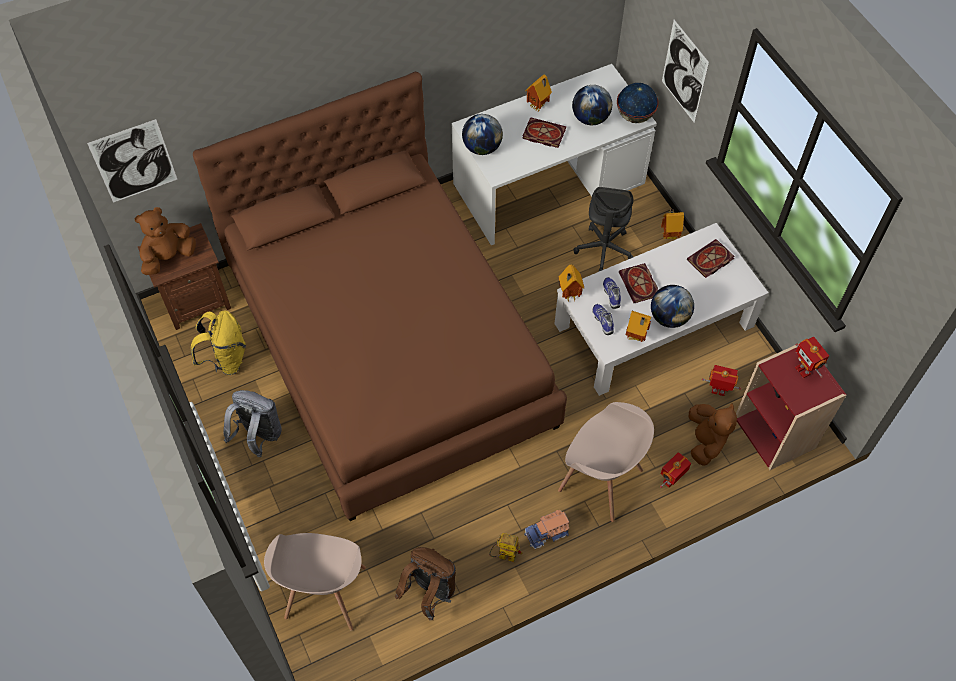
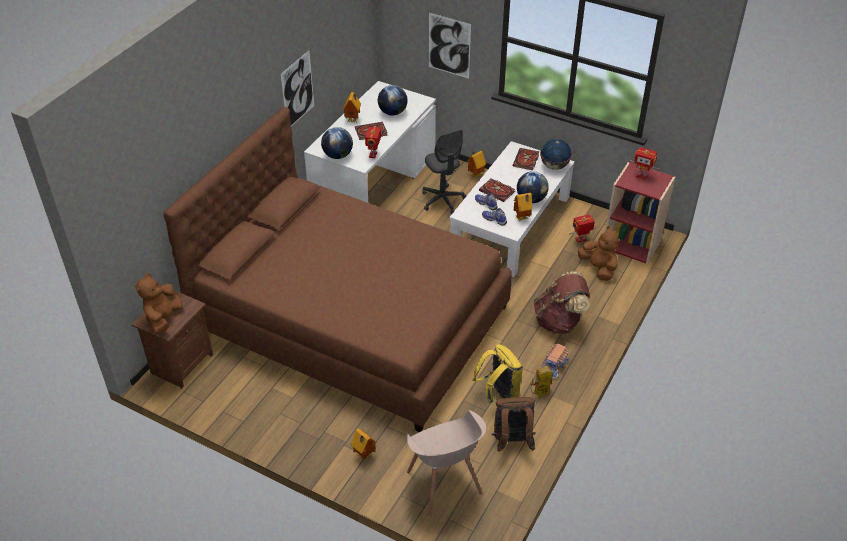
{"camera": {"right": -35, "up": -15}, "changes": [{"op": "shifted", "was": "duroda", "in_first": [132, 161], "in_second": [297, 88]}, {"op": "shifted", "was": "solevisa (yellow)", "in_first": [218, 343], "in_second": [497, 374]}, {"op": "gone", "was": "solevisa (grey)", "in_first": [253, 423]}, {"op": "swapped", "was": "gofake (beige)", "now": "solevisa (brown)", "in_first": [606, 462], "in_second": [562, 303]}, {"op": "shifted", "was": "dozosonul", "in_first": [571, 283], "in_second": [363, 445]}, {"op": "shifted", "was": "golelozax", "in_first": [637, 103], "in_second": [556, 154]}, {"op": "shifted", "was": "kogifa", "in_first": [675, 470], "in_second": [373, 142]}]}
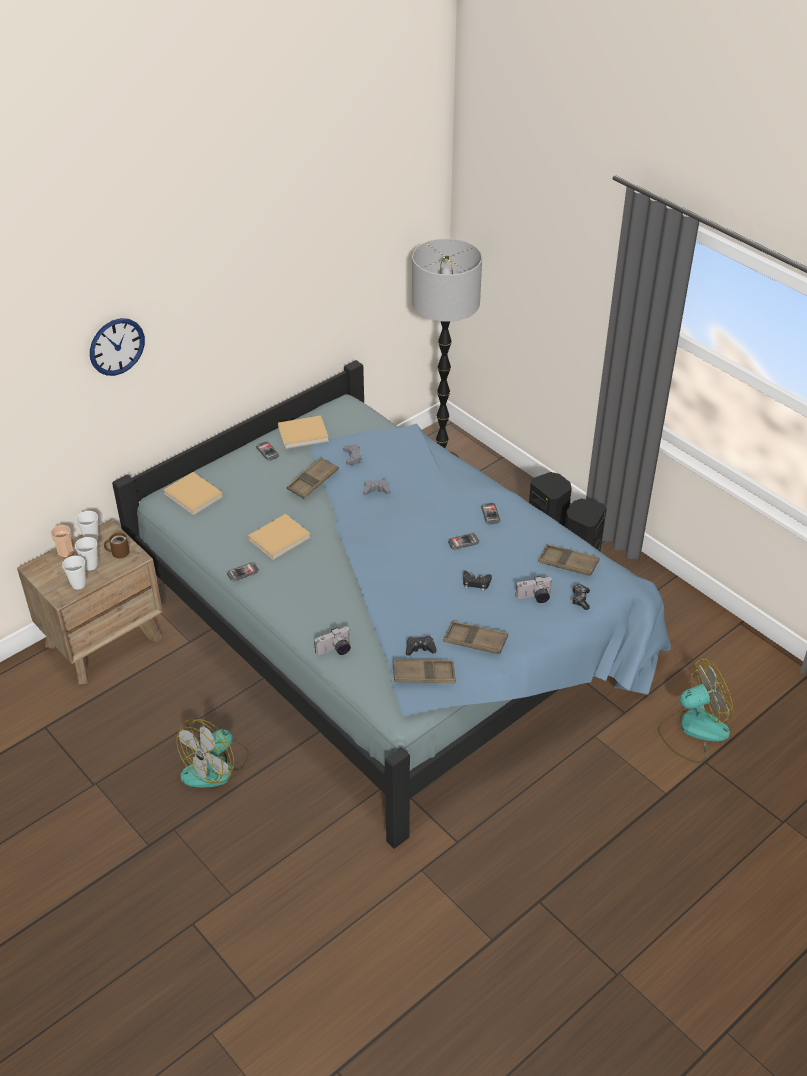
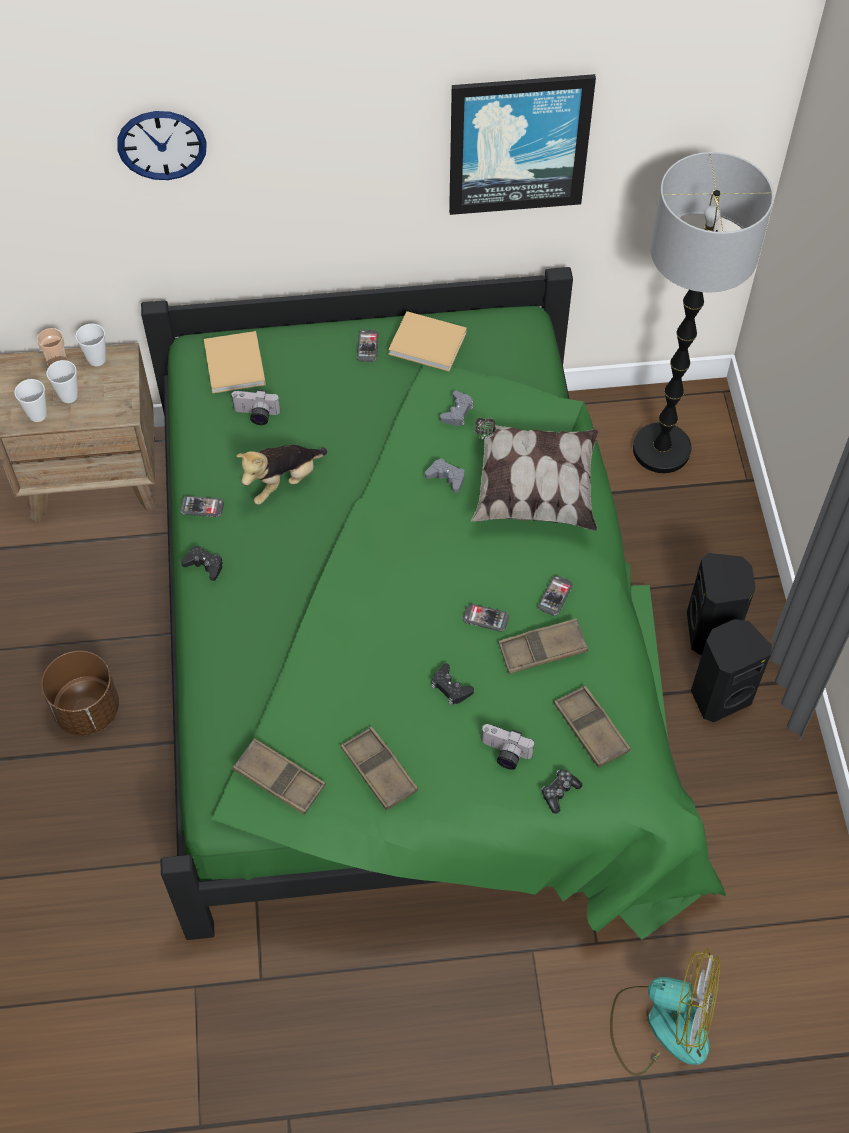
{"camera": {"right": 35, "up": 15}, "changes": [{"op": "gone", "was": "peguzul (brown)", "in_first": [117, 545]}, {"op": "repainted", "was": "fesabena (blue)", "now": "fesabena (green)", "in_first": [391, 604], "in_second": [433, 603]}, {"op": "swapped", "was": "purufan", "now": "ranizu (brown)", "in_first": [212, 753], "in_second": [80, 693]}, {"op": "swapped", "was": "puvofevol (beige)", "now": "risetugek", "in_first": [279, 537], "in_second": [281, 475]}, {"op": "shifted", "was": "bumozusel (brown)", "in_first": [313, 478], "in_second": [543, 646]}, {"op": "shifted", "was": "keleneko", "in_first": [332, 641], "in_second": [255, 407]}, {"op": "shifted", "was": "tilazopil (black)", "in_first": [421, 646], "in_second": [202, 563]}, {"op": "new", "now": "duroda", "in_second": [522, 144]}, {"op": "new", "now": "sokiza", "in_second": [535, 474]}]}
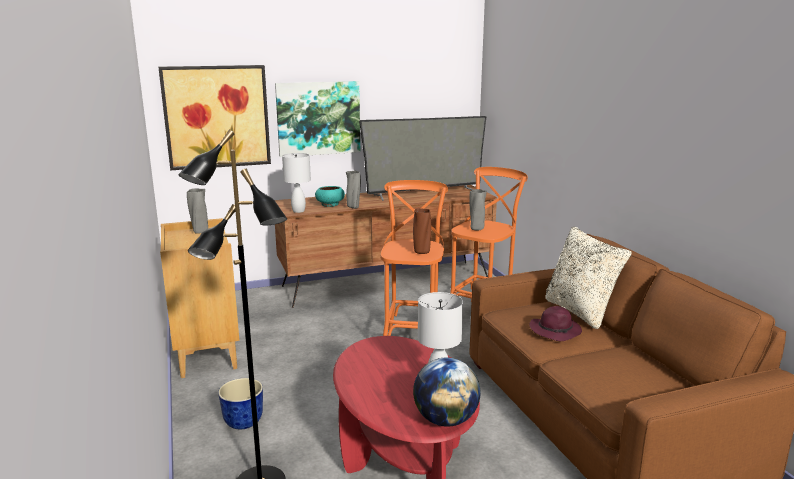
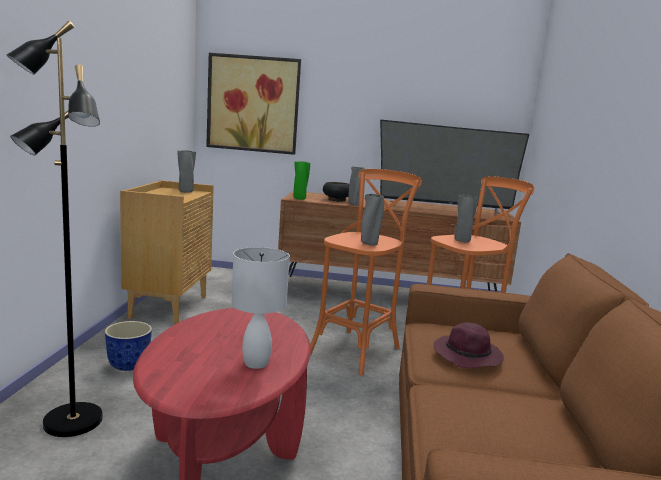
{"camera": {"right": 25, "up": -5}, "changes": [{"op": "gone", "was": "duroda", "in_first": [317, 119]}, {"op": "swapped", "was": "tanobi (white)", "now": "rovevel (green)", "in_first": [296, 183], "in_second": [301, 180]}, {"op": "repainted", "was": "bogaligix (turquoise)", "now": "bogaligix (black)", "in_first": [330, 196], "in_second": [336, 191]}, {"op": "repainted", "was": "rovevel (brown)", "now": "rovevel (grey)", "in_first": [422, 231], "in_second": [372, 220]}, {"op": "gone", "was": "golelozax", "in_first": [446, 392]}, {"op": "gone", "was": "sokiza (beige)", "in_first": [588, 277]}]}
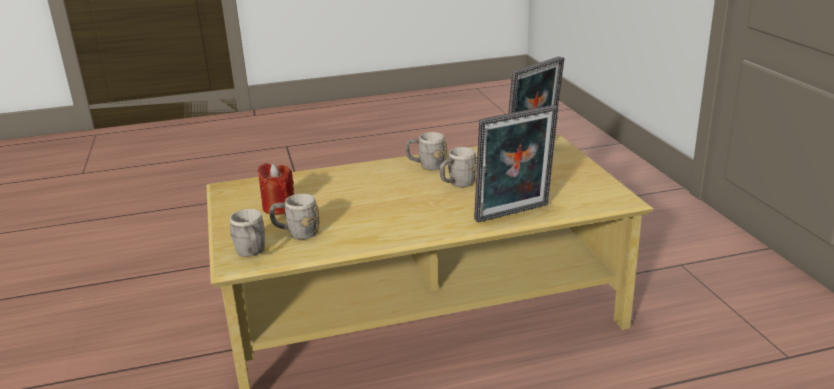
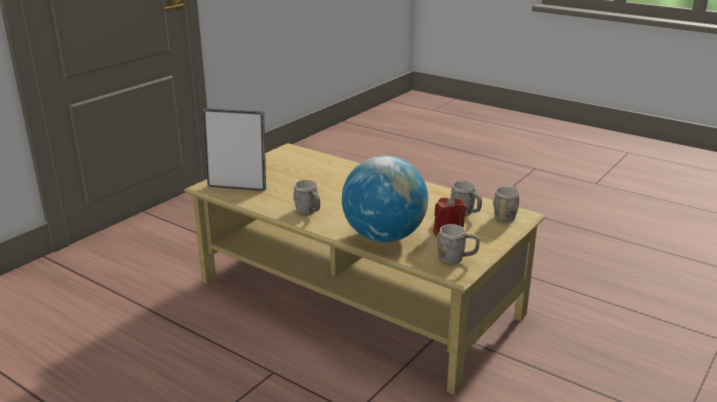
{"camera": {"right": -130, "up": 0}, "changes": [{"op": "shifted", "was": "peguzul (grey)", "in_first": [458, 167], "in_second": [458, 244]}, {"op": "gone", "was": "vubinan", "in_first": [516, 163]}, {"op": "new", "now": "golelozax", "in_second": [385, 198]}]}
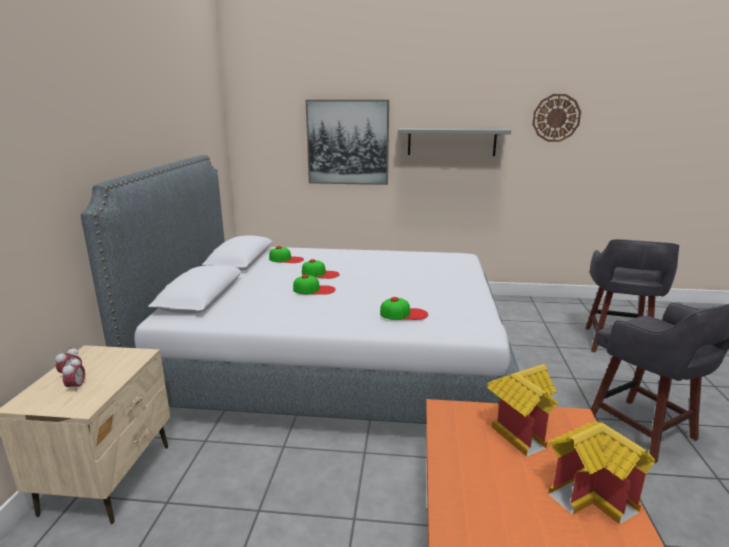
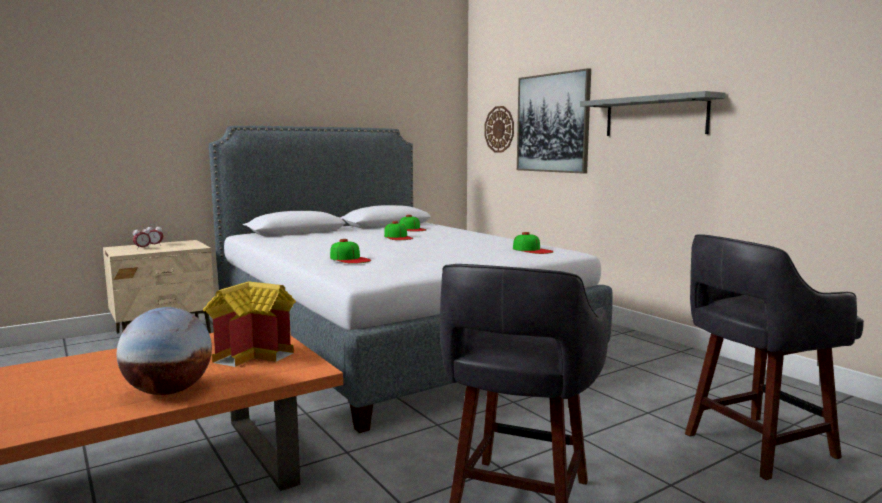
{"camera": {"right": 50, "up": -10}, "changes": [{"op": "shifted", "was": "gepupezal", "in_first": [314, 284], "in_second": [533, 243]}, {"op": "shifted", "was": "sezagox", "in_first": [556, 118], "in_second": [499, 129]}, {"op": "swapped", "was": "dozosonul", "now": "golelozax", "in_first": [601, 472], "in_second": [164, 351]}]}
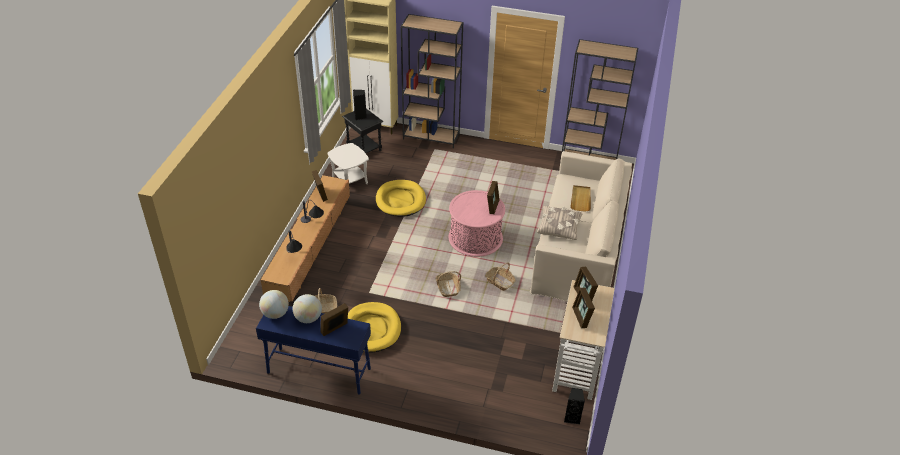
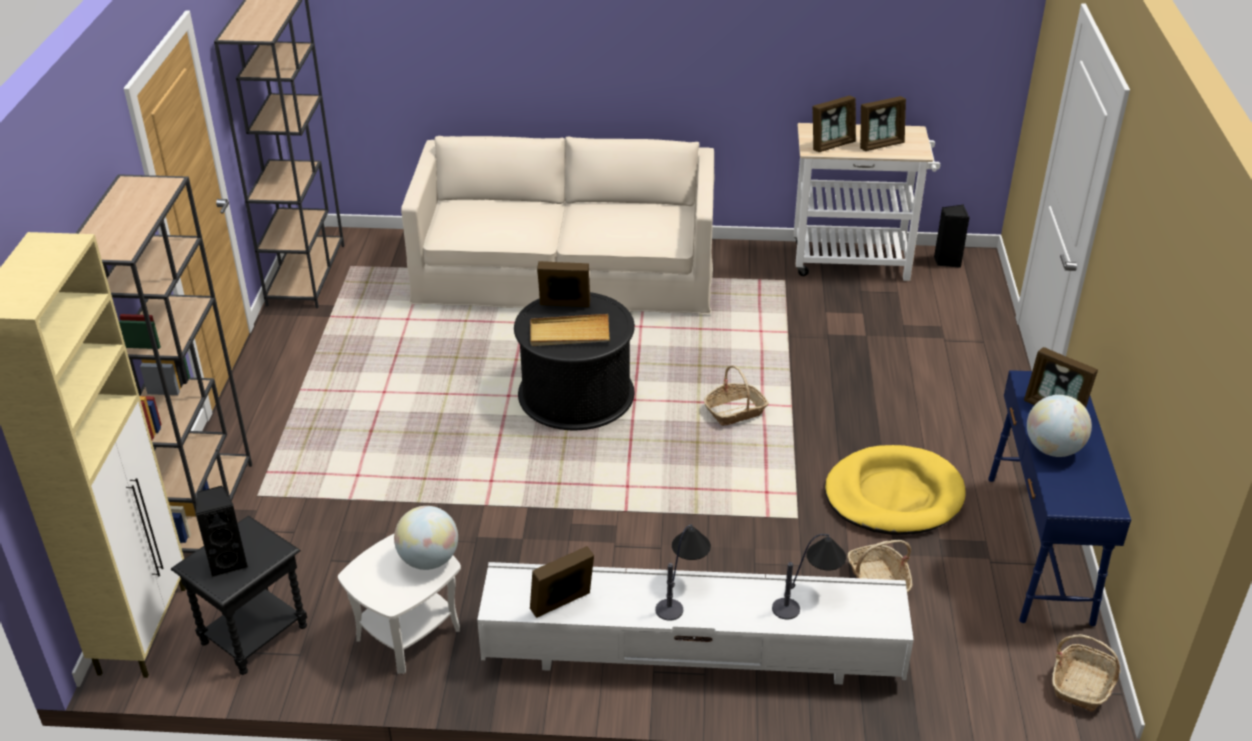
{"camera": {"right": -100, "up": -5}, "changes": [{"op": "shifted", "was": "golelozax", "in_first": [274, 304], "in_second": [426, 538]}, {"op": "repainted", "was": "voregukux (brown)", "now": "voregukux (white)", "in_first": [305, 238], "in_second": [695, 623]}, {"op": "gone", "was": "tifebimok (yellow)", "in_first": [401, 198]}, {"op": "repainted", "was": "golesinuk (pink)", "now": "golesinuk (black)", "in_first": [476, 223], "in_second": [574, 361]}, {"op": "shifted", "was": "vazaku", "in_first": [500, 276], "in_second": [1086, 673]}, {"op": "gone", "was": "sokiza (beige)", "in_first": [560, 223]}, {"op": "shifted", "was": "bumozusel (beige)", "in_first": [580, 198], "in_second": [570, 330]}]}
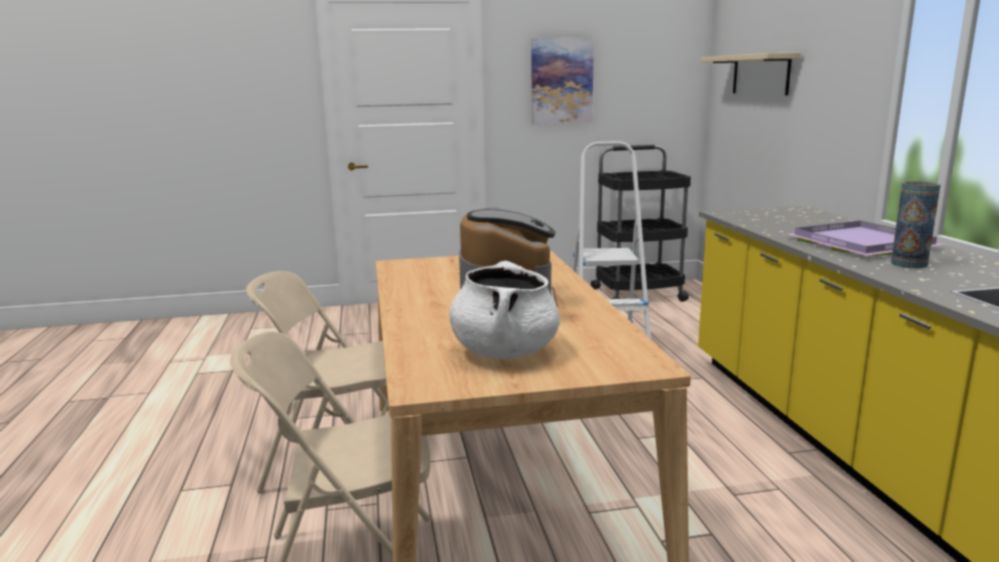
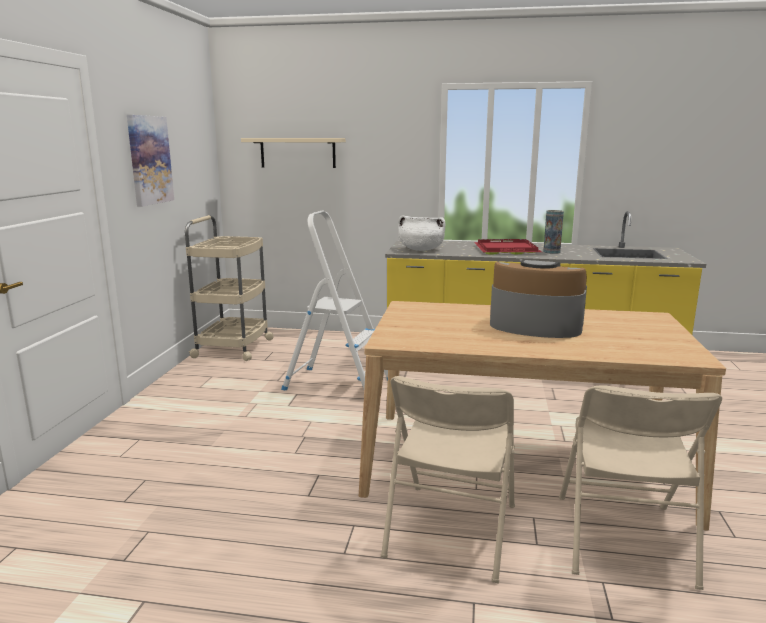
{"camera": {"right": -70, "up": 0}, "changes": [{"op": "shifted", "was": "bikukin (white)", "in_first": [504, 310], "in_second": [421, 233]}, {"op": "repainted", "was": "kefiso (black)", "now": "kefiso (beige)", "in_first": [641, 223], "in_second": [229, 288]}, {"op": "repainted", "was": "bumozusel (purple)", "now": "bumozusel (red)", "in_first": [866, 238], "in_second": [508, 247]}]}
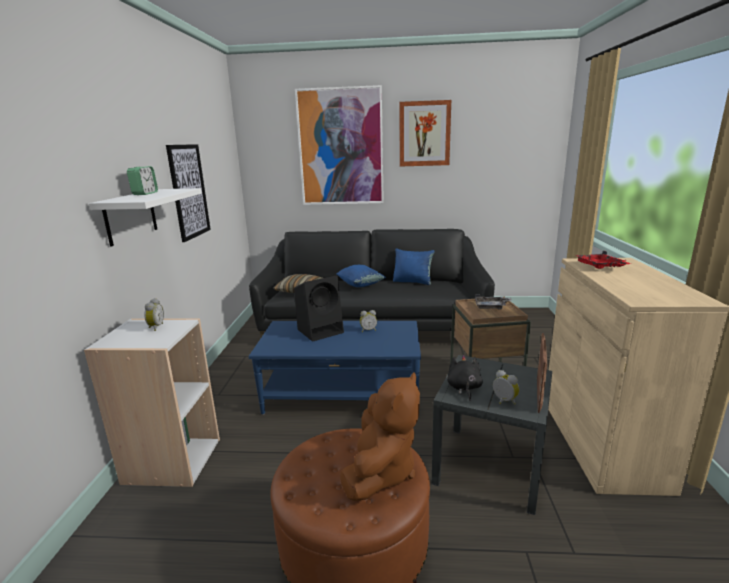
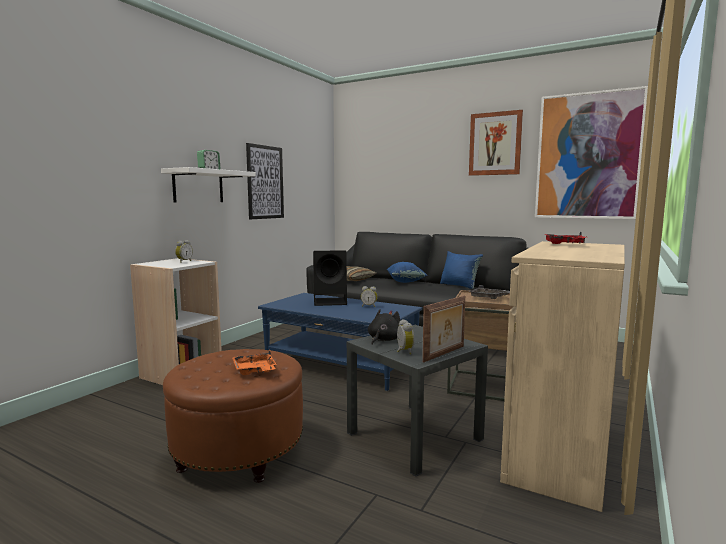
{"camera": {"right": 25, "up": -10}, "changes": [{"op": "shifted", "was": "duroda", "in_first": [339, 145], "in_second": [591, 152]}, {"op": "swapped", "was": "risetugek (brown)", "now": "bumozusel (orange)", "in_first": [380, 436], "in_second": [254, 362]}]}
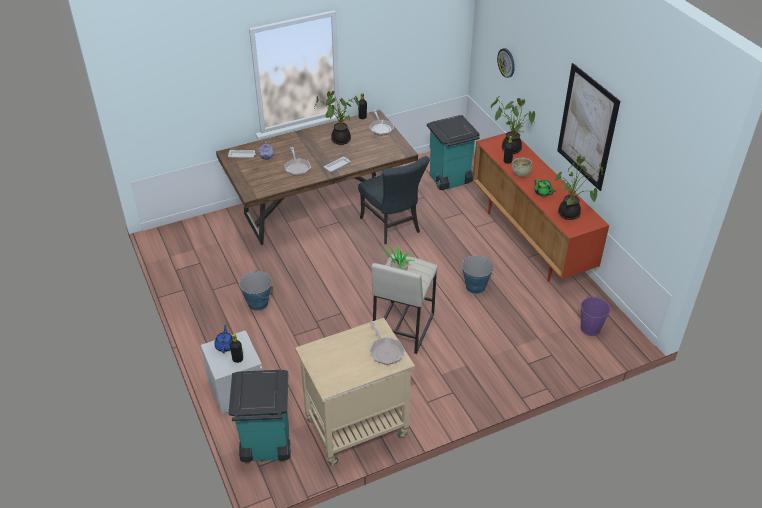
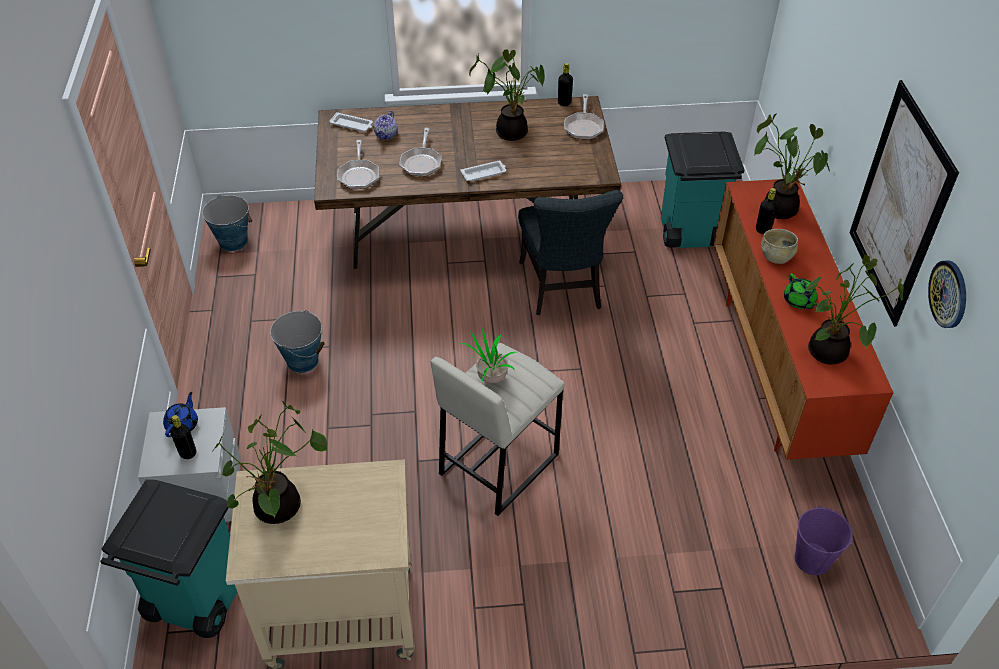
{"camera": {"right": 20, "up": 5}, "changes": [{"op": "shifted", "was": "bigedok", "in_first": [387, 343], "in_second": [358, 164]}, {"op": "shifted", "was": "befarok", "in_first": [478, 274], "in_second": [227, 223]}, {"op": "shifted", "was": "sezagox", "in_first": [506, 63], "in_second": [947, 294]}, {"op": "new", "now": "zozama", "in_second": [270, 462]}]}
